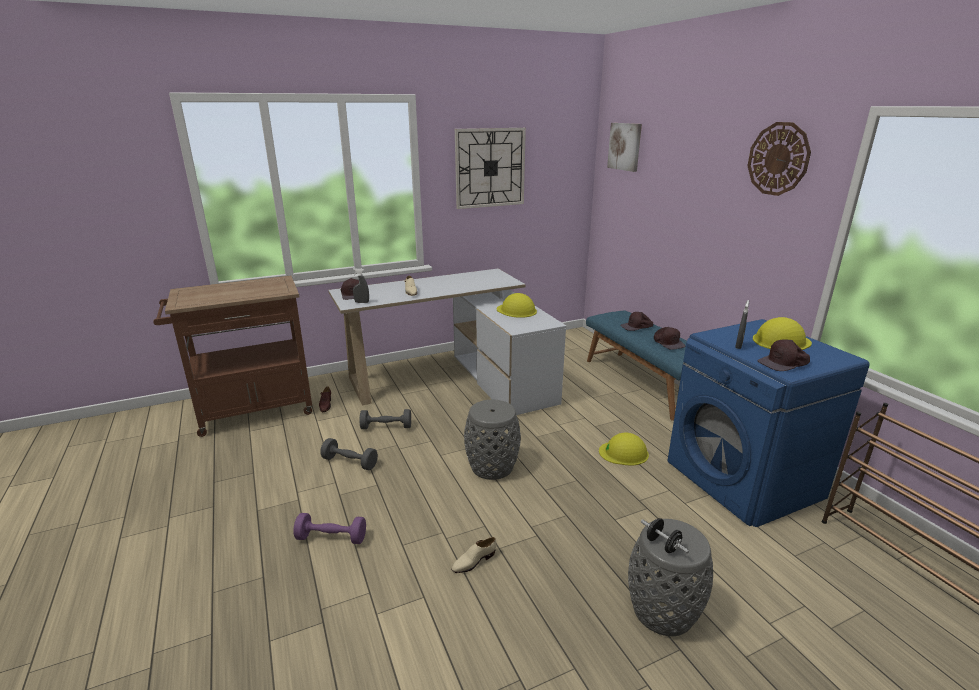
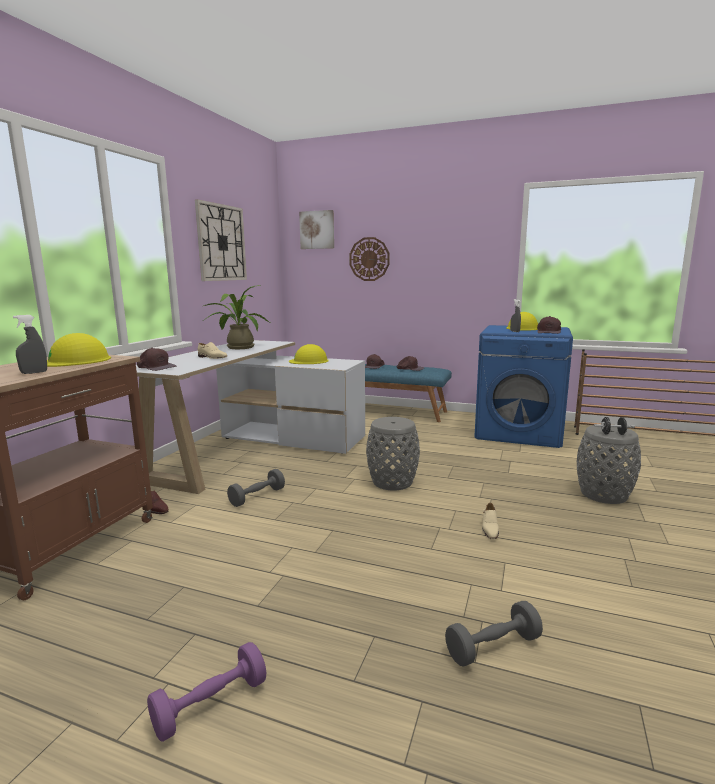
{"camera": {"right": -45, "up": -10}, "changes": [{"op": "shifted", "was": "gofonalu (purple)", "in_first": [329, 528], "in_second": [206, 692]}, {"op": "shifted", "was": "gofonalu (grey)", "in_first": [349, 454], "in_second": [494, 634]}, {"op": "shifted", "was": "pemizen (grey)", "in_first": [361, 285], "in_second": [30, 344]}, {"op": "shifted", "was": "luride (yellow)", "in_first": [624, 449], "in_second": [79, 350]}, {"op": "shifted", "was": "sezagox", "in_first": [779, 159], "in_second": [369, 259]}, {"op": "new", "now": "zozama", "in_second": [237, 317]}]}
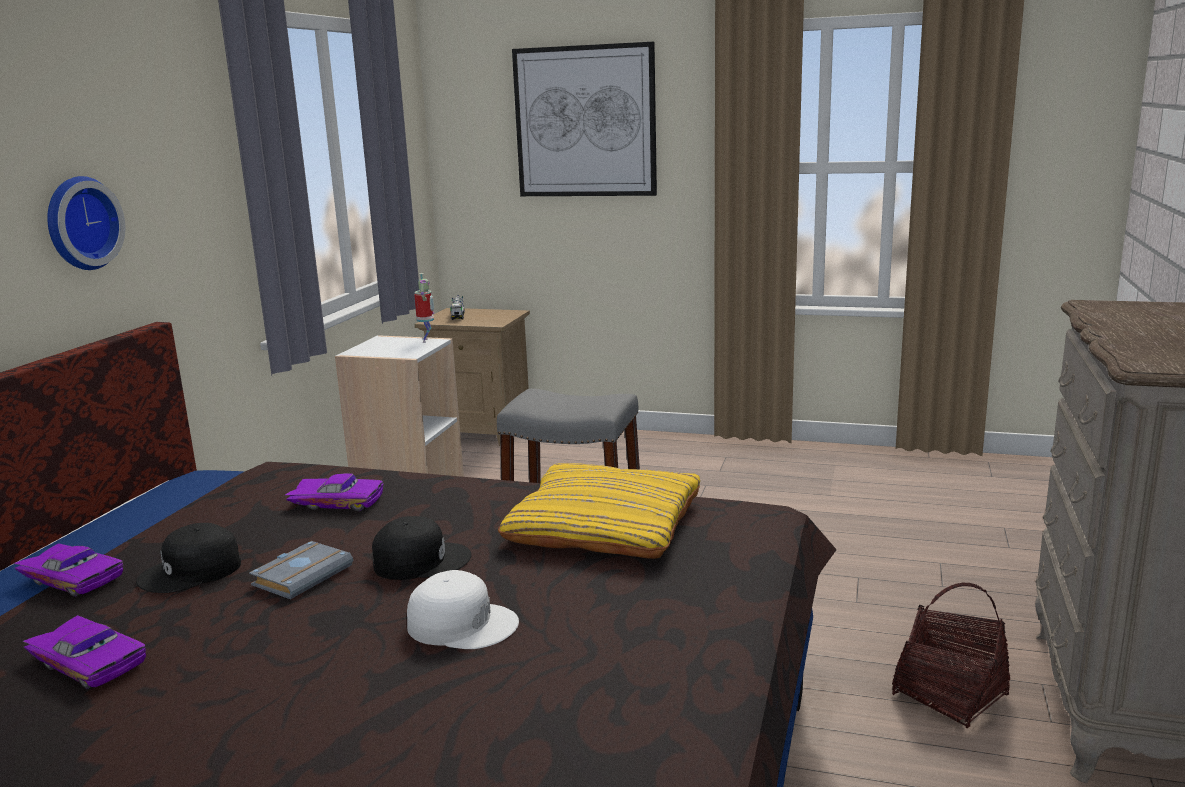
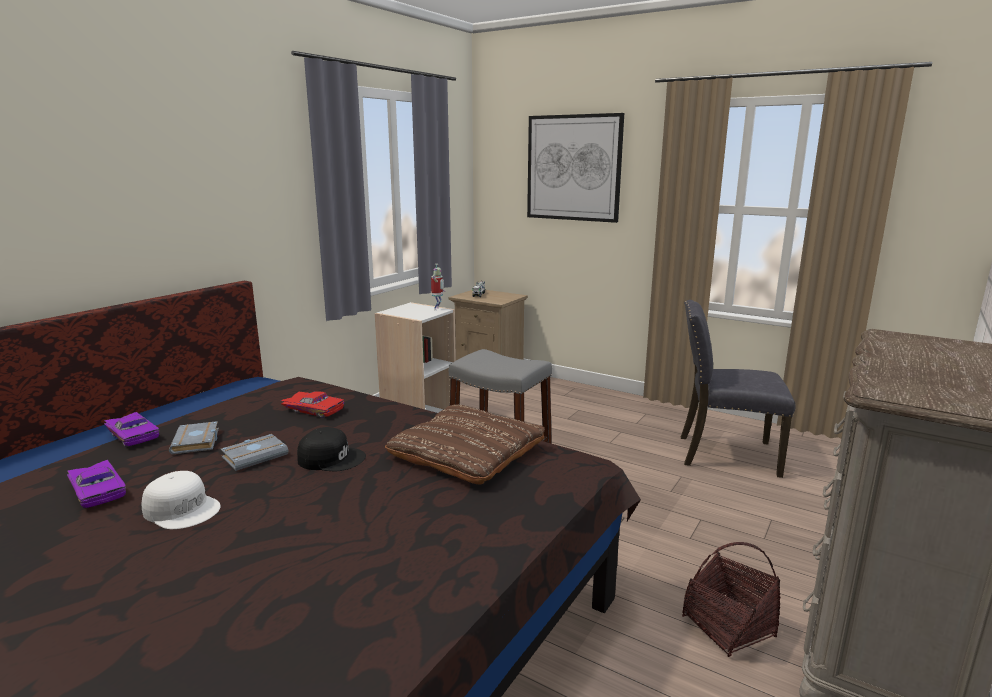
{"camera": {"right": 15, "up": 0}, "changes": [{"op": "gone", "was": "sezagox", "in_first": [86, 223]}, {"op": "swapped", "was": "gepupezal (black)", "now": "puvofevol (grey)", "in_first": [188, 558], "in_second": [194, 438]}, {"op": "repainted", "was": "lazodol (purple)", "now": "lazodol (red)", "in_first": [334, 492], "in_second": [312, 404]}, {"op": "shifted", "was": "gepupezal (white)", "in_first": [463, 609], "in_second": [181, 500]}, {"op": "repainted", "was": "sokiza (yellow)", "now": "sokiza (brown)", "in_first": [599, 511], "in_second": [465, 444]}, {"op": "new", "now": "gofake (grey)", "in_second": [738, 389]}]}
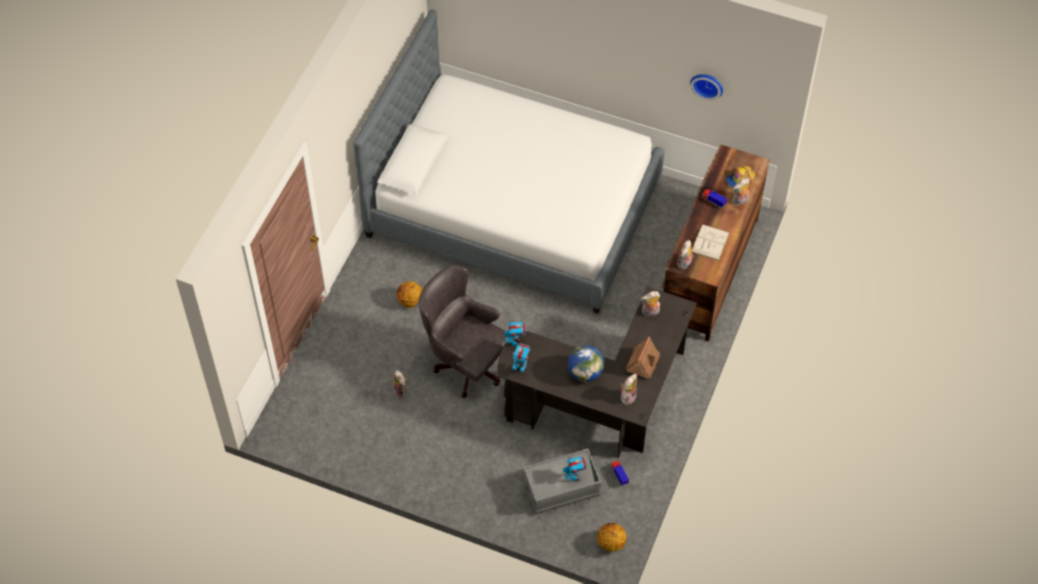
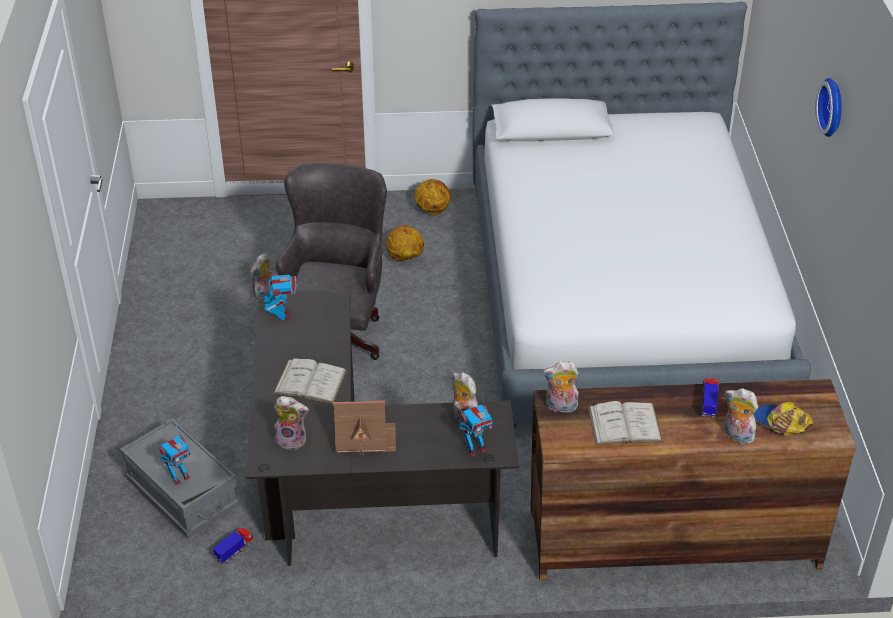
{"camera": {"right": 65, "up": -15}, "changes": [{"op": "shifted", "was": "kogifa", "in_first": [515, 332], "in_second": [476, 424]}, {"op": "swapped", "was": "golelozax", "now": "puvofevol (white)", "in_first": [586, 363], "in_second": [310, 381]}, {"op": "shifted", "was": "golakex", "in_first": [612, 537], "in_second": [432, 197]}, {"op": "shifted", "was": "sezagox", "in_first": [706, 87], "in_second": [829, 107]}]}
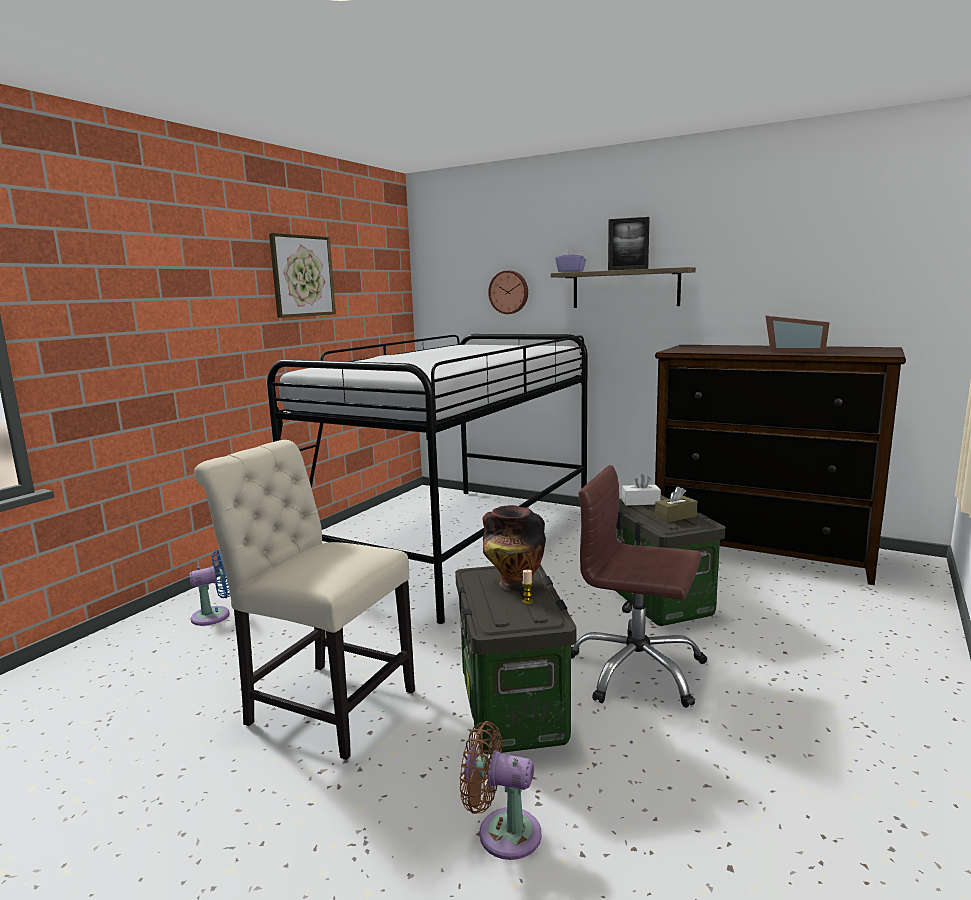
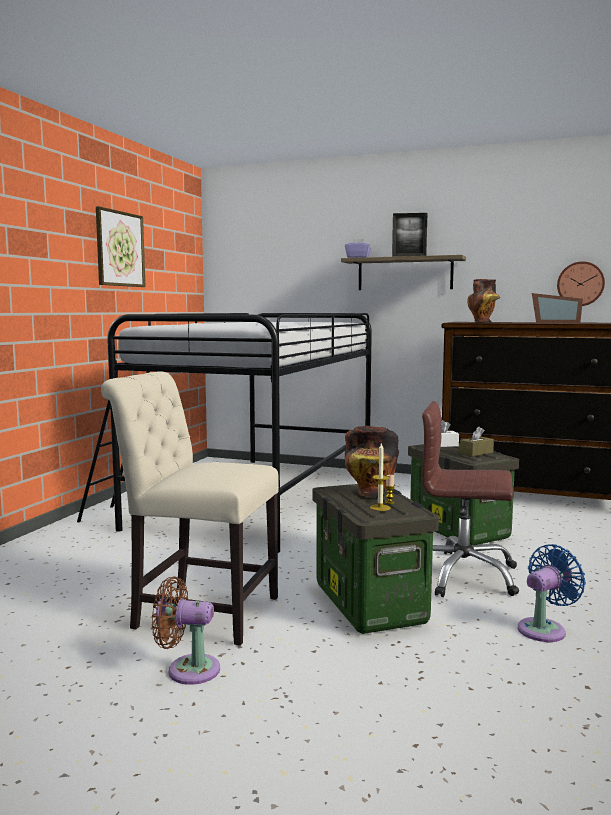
{"camera": {"right": -10, "up": -5}, "changes": [{"op": "shifted", "was": "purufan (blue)", "in_first": [209, 587], "in_second": [552, 593]}, {"op": "shifted", "was": "purufan (brown)", "in_first": [500, 790], "in_second": [186, 630]}, {"op": "shifted", "was": "sezagox", "in_first": [508, 292], "in_second": [581, 283]}, {"op": "new", "now": "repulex", "in_second": [380, 477]}, {"op": "new", "now": "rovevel", "in_second": [483, 300]}]}
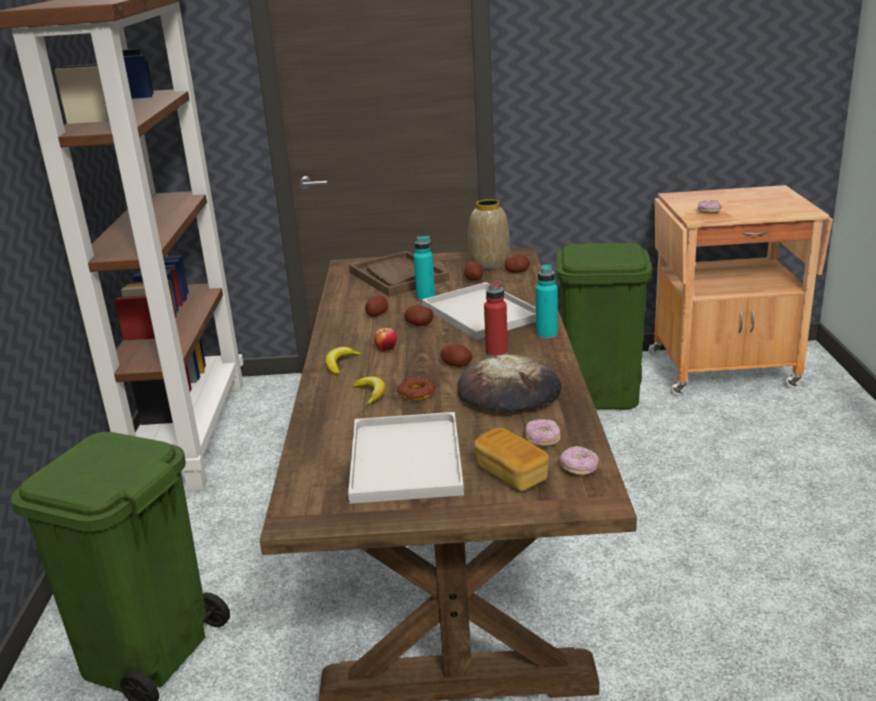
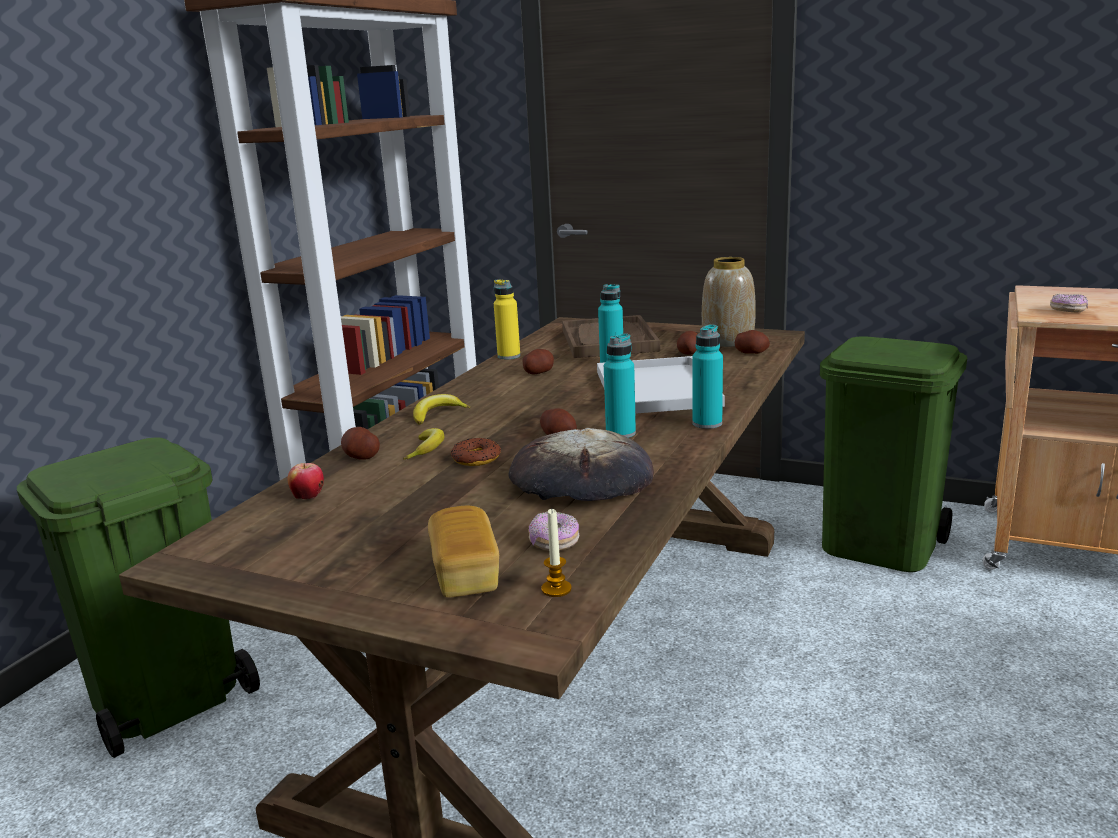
{"camera": {"right": 25, "up": -5}, "changes": [{"op": "gone", "was": "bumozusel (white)", "in_first": [406, 458]}, {"op": "shifted", "was": "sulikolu", "in_first": [385, 339], "in_second": [306, 481]}, {"op": "shifted", "was": "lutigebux", "in_first": [419, 315], "in_second": [360, 443]}, {"op": "repainted", "was": "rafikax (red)", "now": "rafikax (turquoise)", "in_first": [496, 319], "in_second": [620, 386]}, {"op": "swapped", "was": "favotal", "now": "repulex", "in_first": [579, 461], "in_second": [556, 553]}, {"op": "new", "now": "rafikax (yellow)", "in_second": [507, 319]}]}
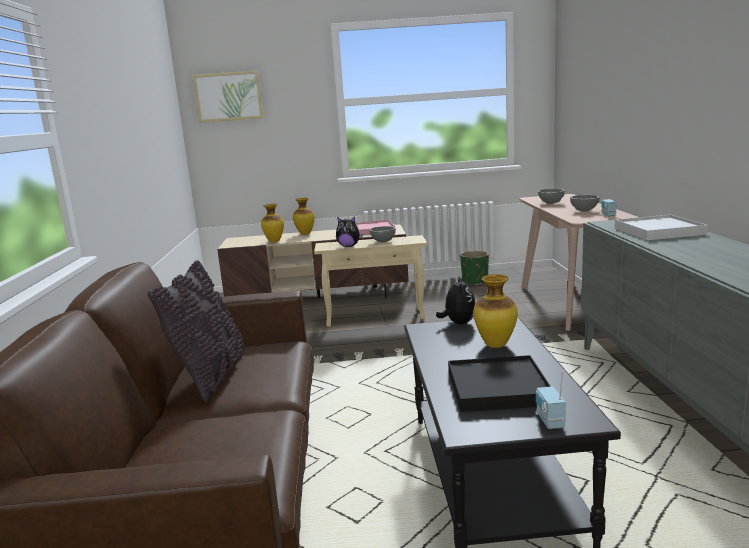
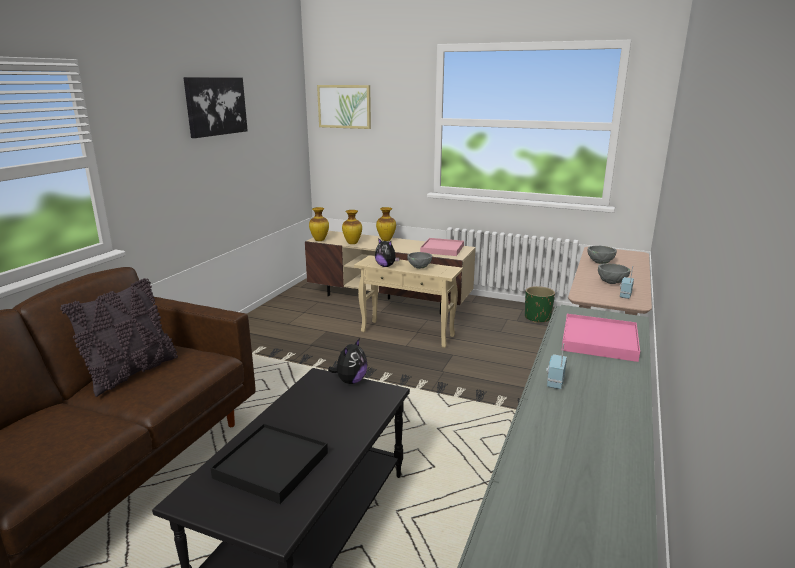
{"camera": {"right": 25, "up": 5}, "changes": [{"op": "shifted", "was": "rovevel", "in_first": [496, 311], "in_second": [319, 224]}, {"op": "shifted", "was": "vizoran", "in_first": [551, 399], "in_second": [556, 366]}, {"op": "repainted", "was": "bumozusel (white)", "now": "bumozusel (pink)", "in_first": [661, 227], "in_second": [601, 338]}, {"op": "new", "now": "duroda", "in_second": [216, 107]}]}
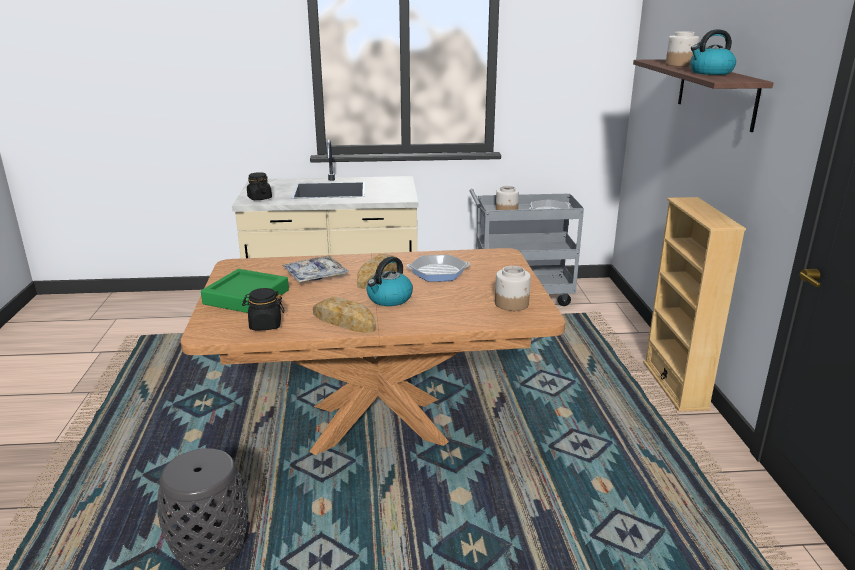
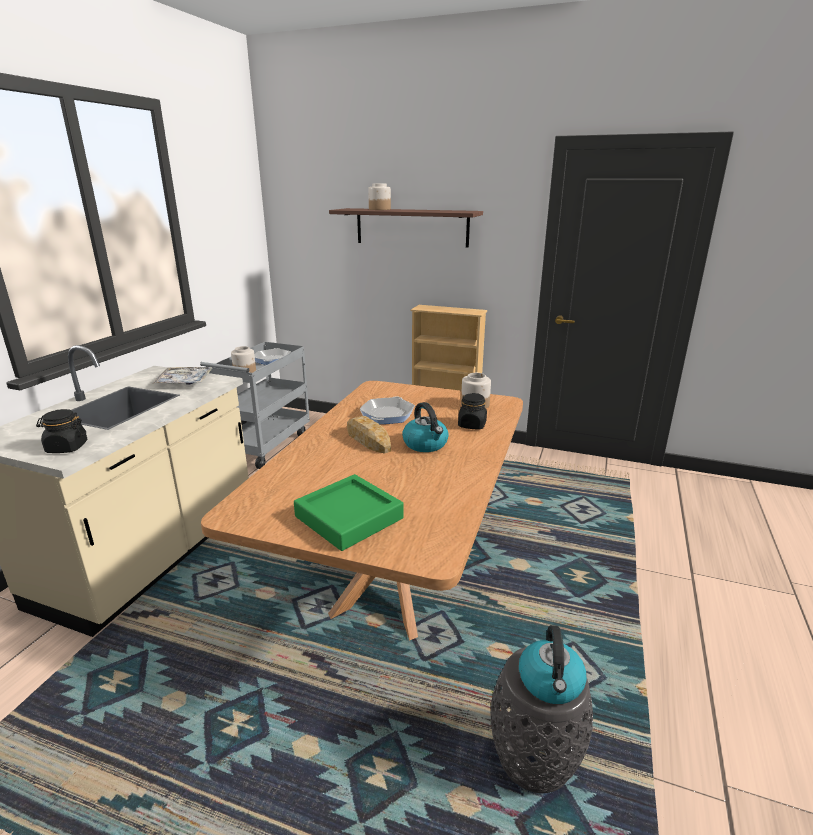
{"camera": {"right": -65, "up": 0}, "changes": [{"op": "shifted", "was": "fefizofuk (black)", "in_first": [263, 309], "in_second": [472, 411]}, {"op": "shifted", "was": "bumozusel", "in_first": [315, 269], "in_second": [182, 376]}, {"op": "gone", "was": "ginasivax", "in_first": [344, 315]}, {"op": "shifted", "was": "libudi", "in_first": [713, 52], "in_second": [553, 664]}]}
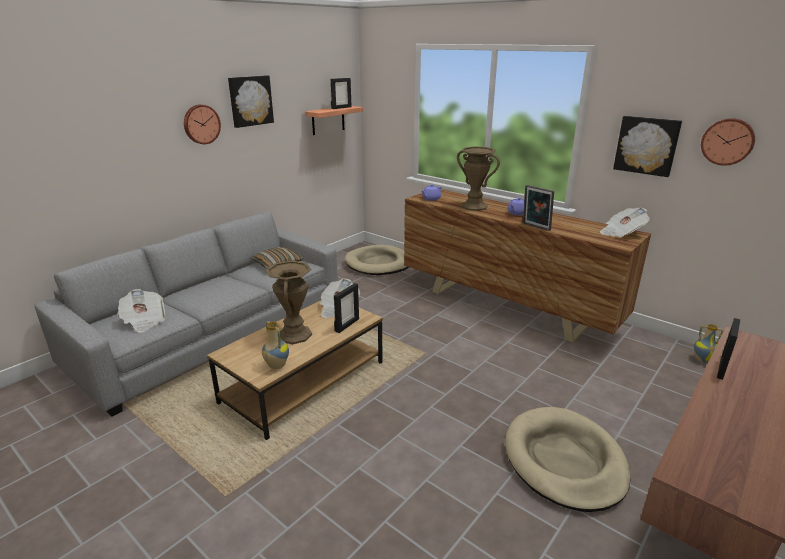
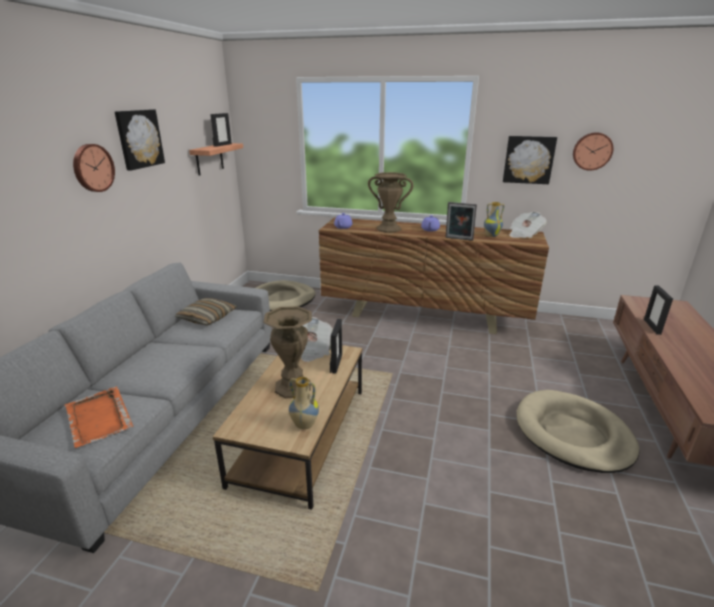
{"camera": {"right": -25, "up": 0}, "changes": [{"op": "swapped", "was": "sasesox", "now": "bumozusel (orange)", "in_first": [141, 311], "in_second": [99, 417]}, {"op": "shifted", "was": "rovevel", "in_first": [709, 343], "in_second": [494, 219]}]}
